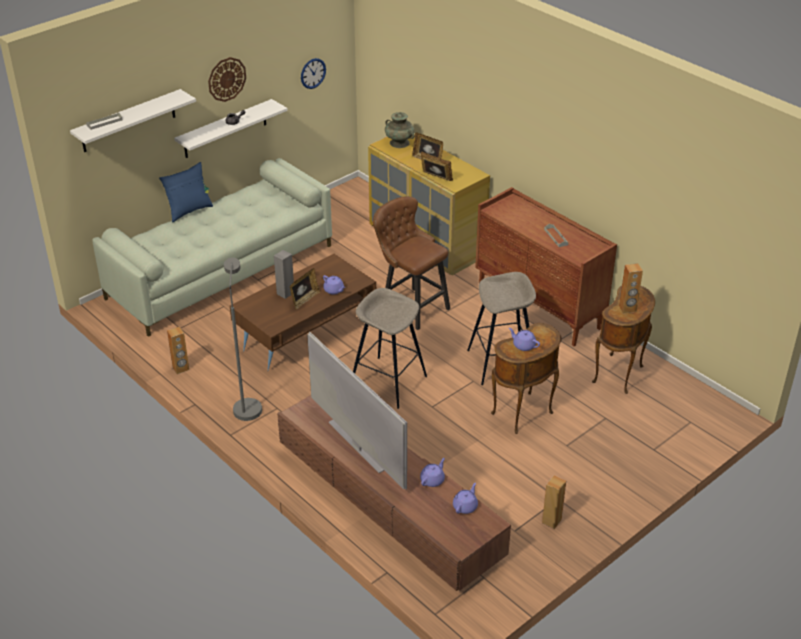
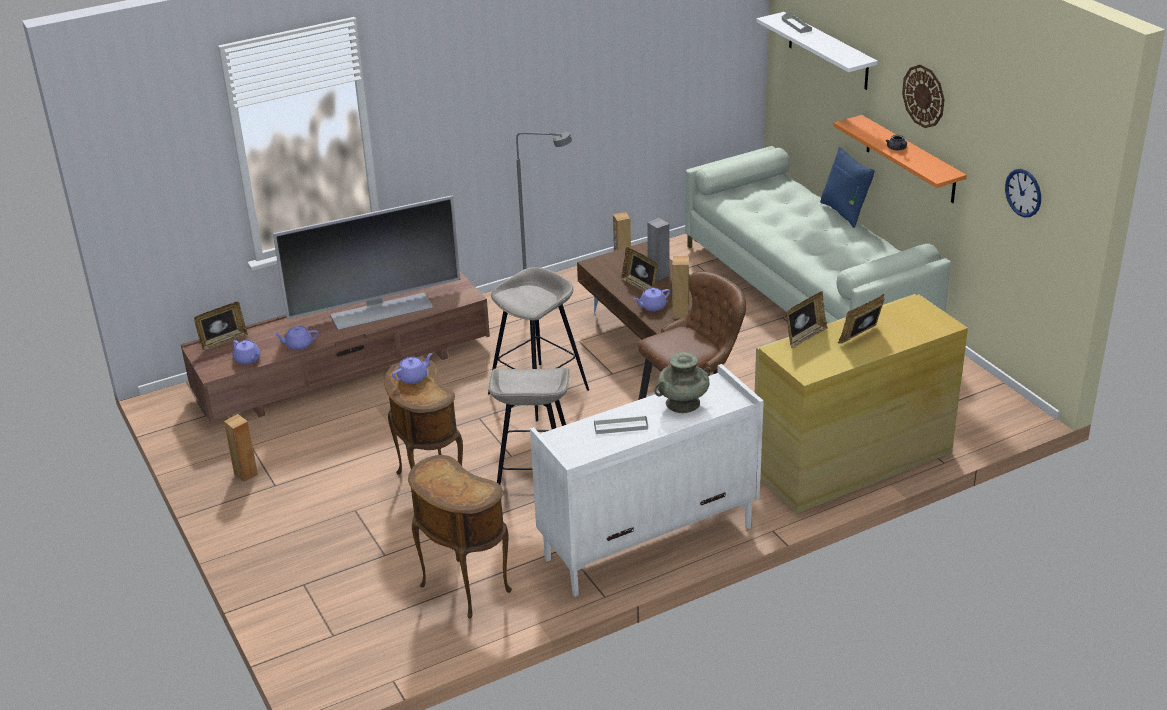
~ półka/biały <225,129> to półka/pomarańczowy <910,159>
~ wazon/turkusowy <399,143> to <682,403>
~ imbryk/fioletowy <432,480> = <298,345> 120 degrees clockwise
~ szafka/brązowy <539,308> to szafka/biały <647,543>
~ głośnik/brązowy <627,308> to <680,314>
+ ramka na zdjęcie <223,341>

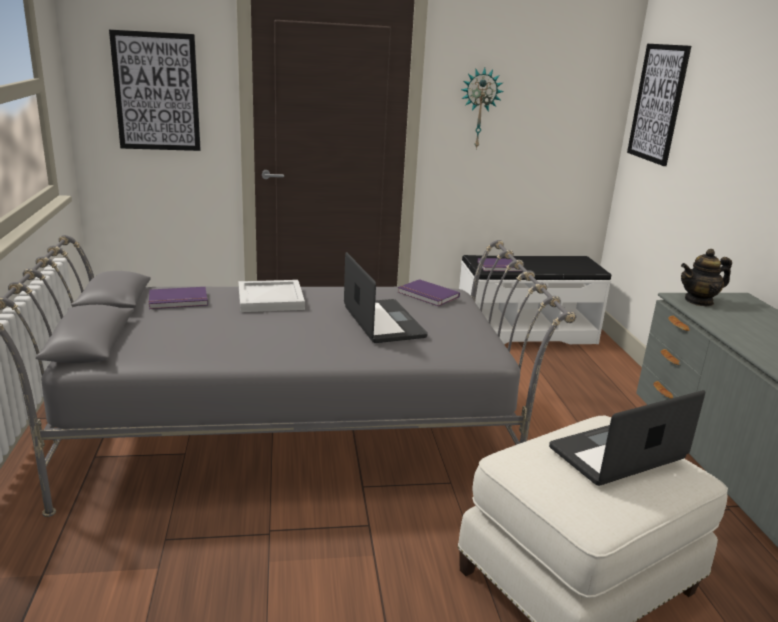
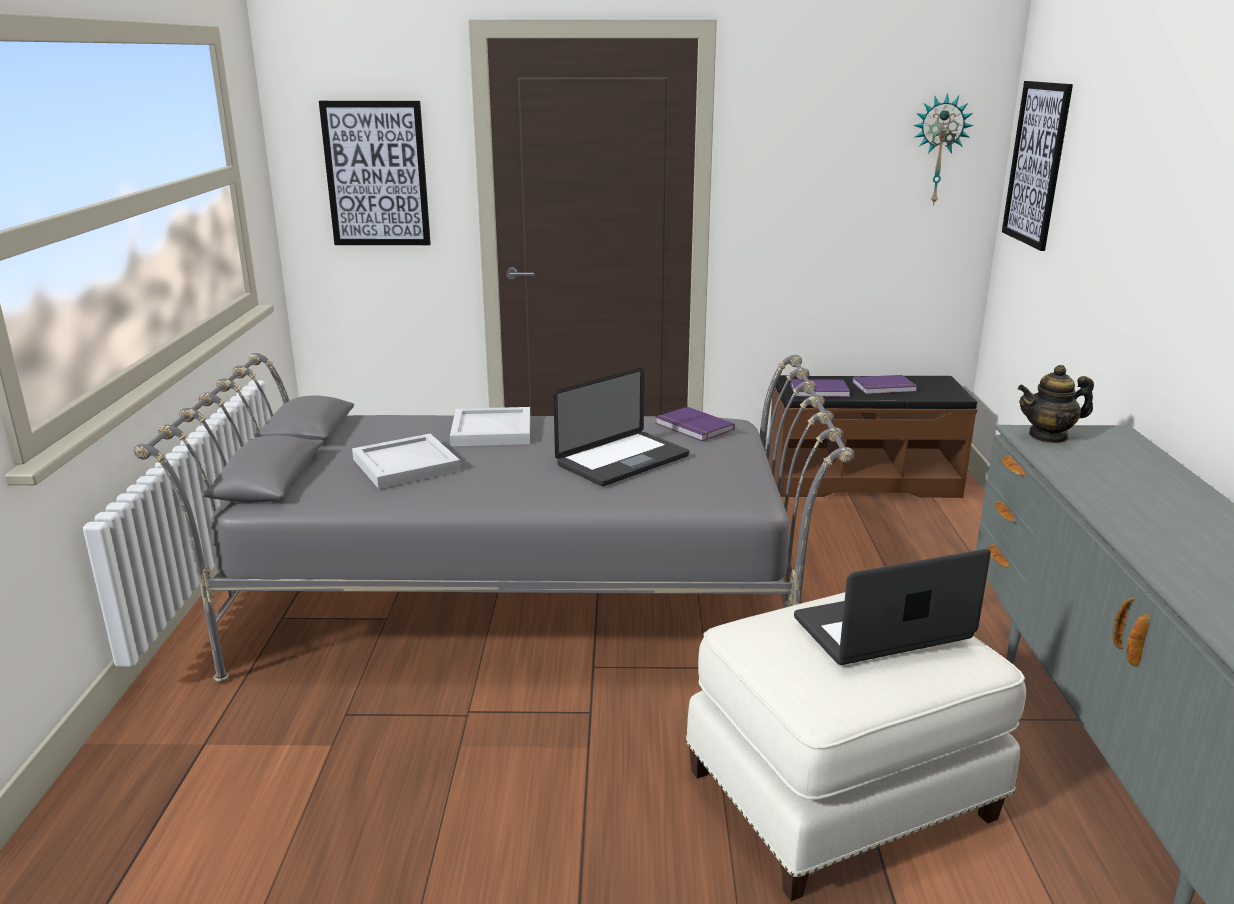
~ książka/fioletowy <178,301> to <884,387>
~ laptop <383,322> = <623,460> 60 degrees clockwise
~ ławka/biały <525,332> to ławka/brązowy <861,480>
~ zegar ścienny <479,108> to <938,150>
+ taca/biały <407,464>

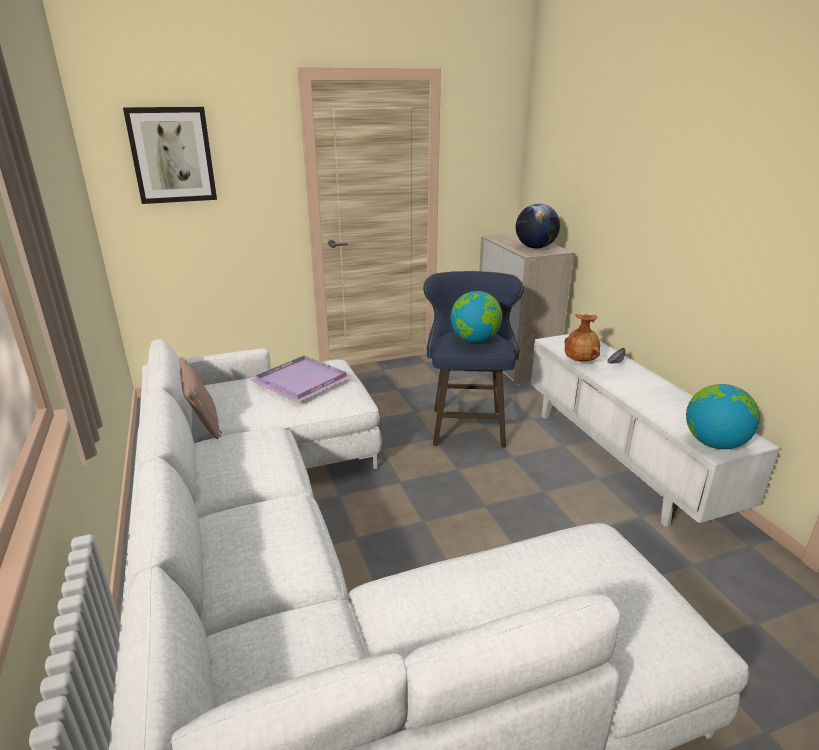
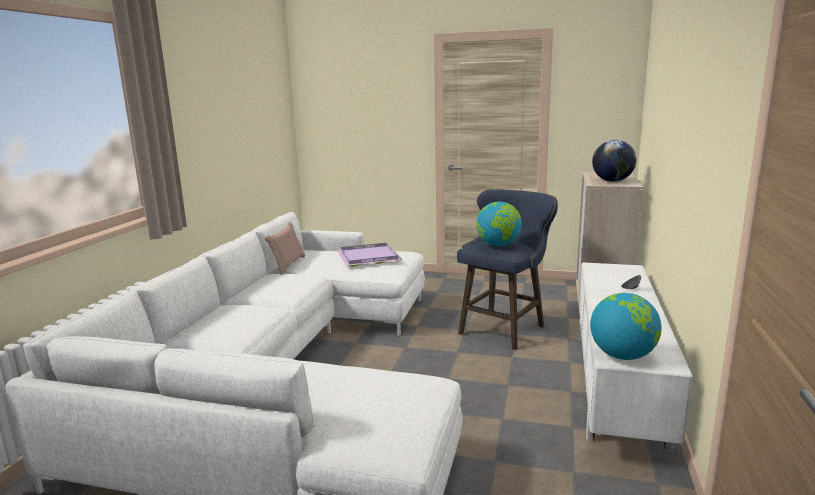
- obraz <172,155>
- wazon/brązowy <580,361>

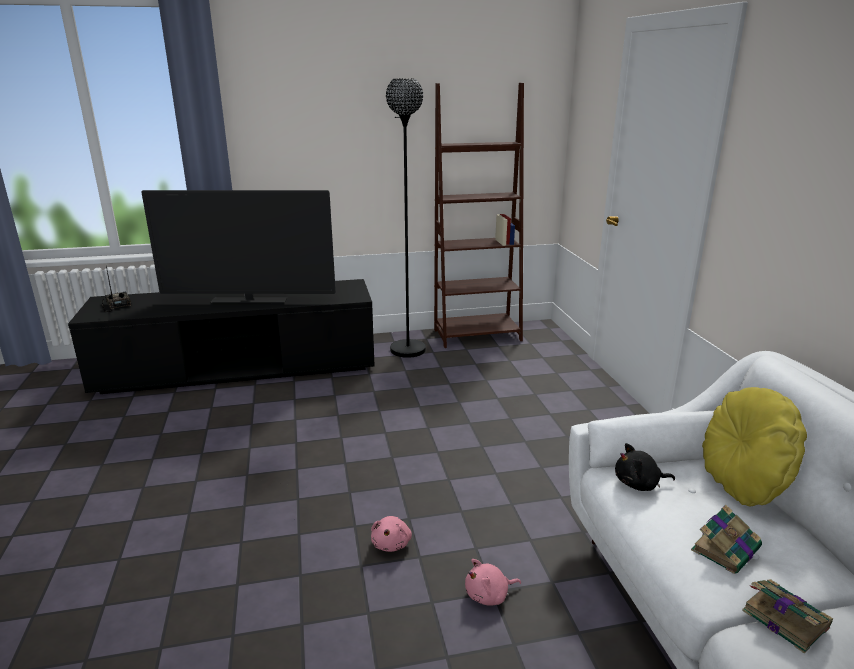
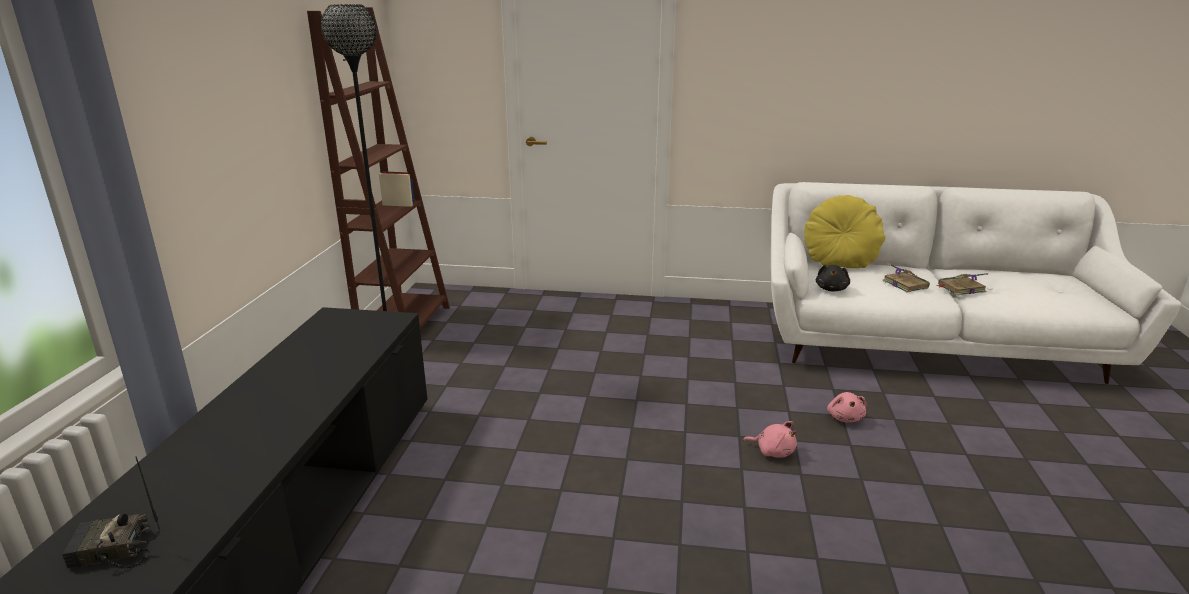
- telewizor <249,301>

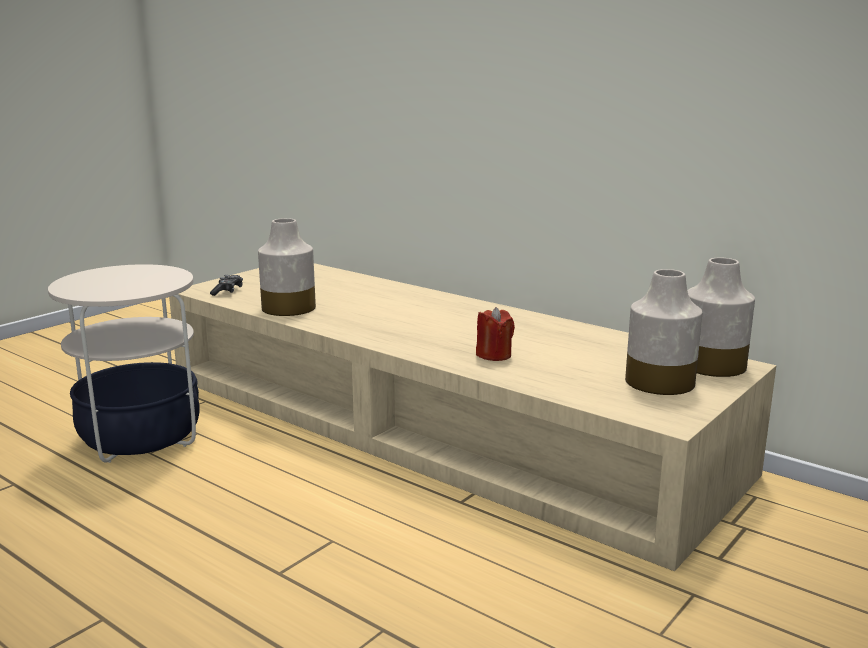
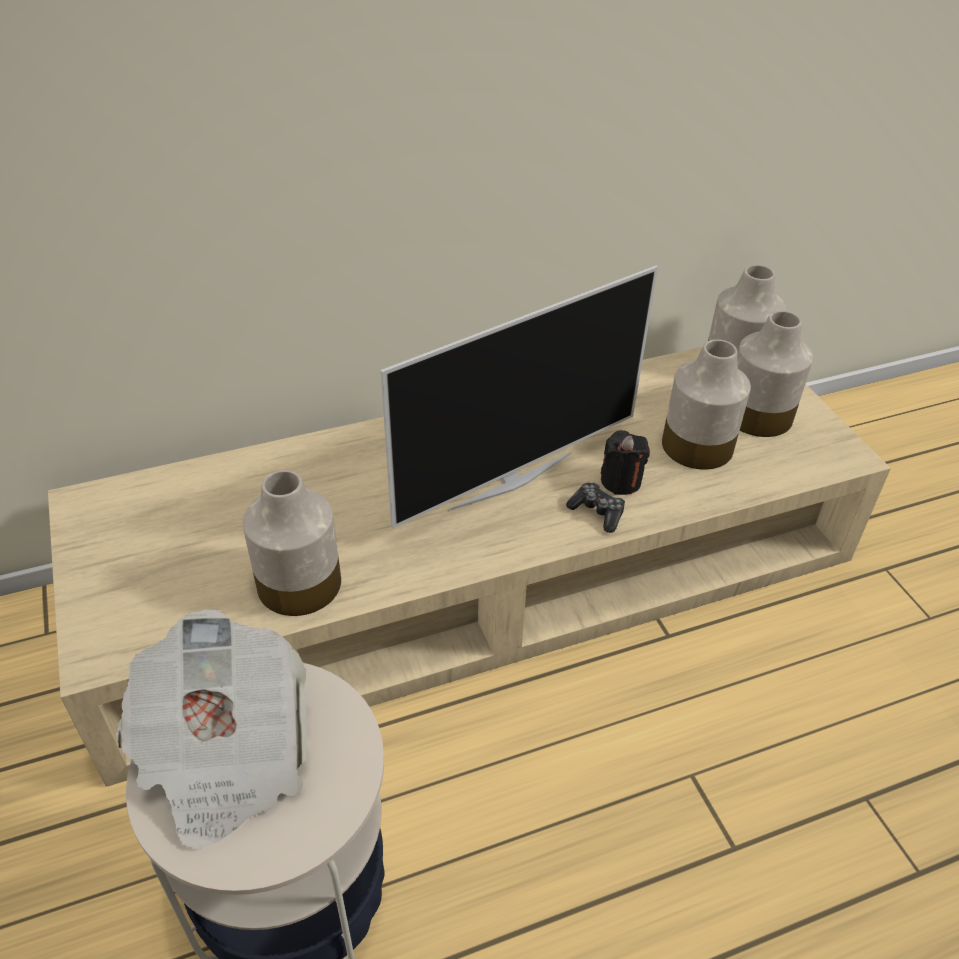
~ pad do gier <228,291> to <597,512>
~ świeca/czerwony <494,355> to świeca/czarny <621,481>
+ gazeta <224,755>
+ telewizor <511,479>
+ wazon/beżowy <698,445>

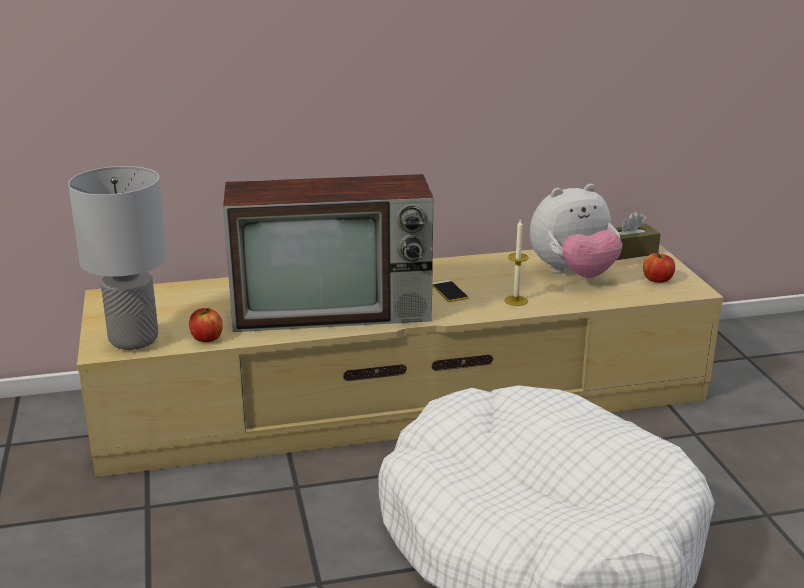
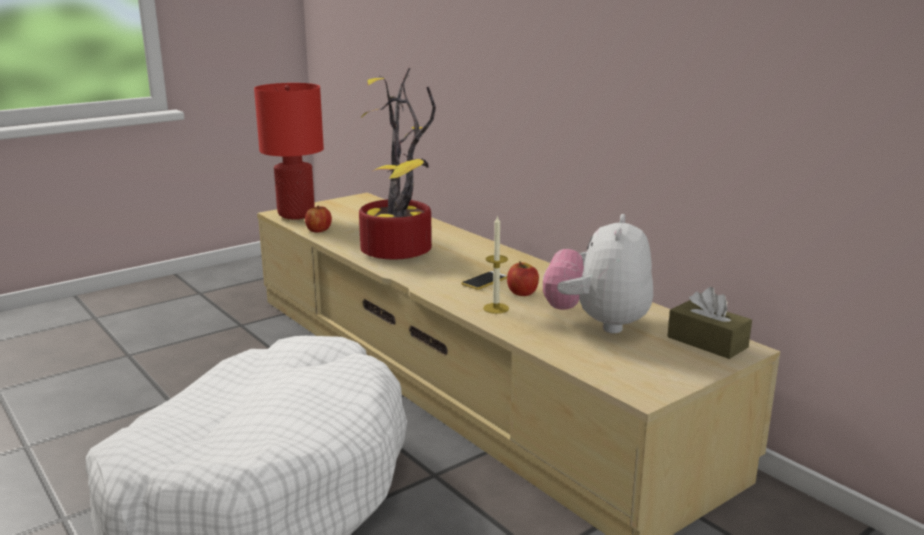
~ lampa stołowa/szary <133,343> to lampa stołowa/czerwony <296,217>
~ telewizor <335,310> to roślina doniczkowa <402,253>
~ pluszak <573,274> = <598,323> 60 degrees clockwise
~ jabłko <657,280> to <522,293>

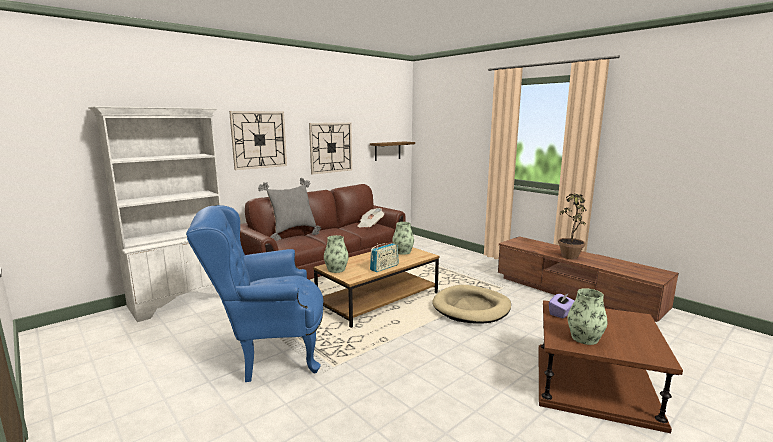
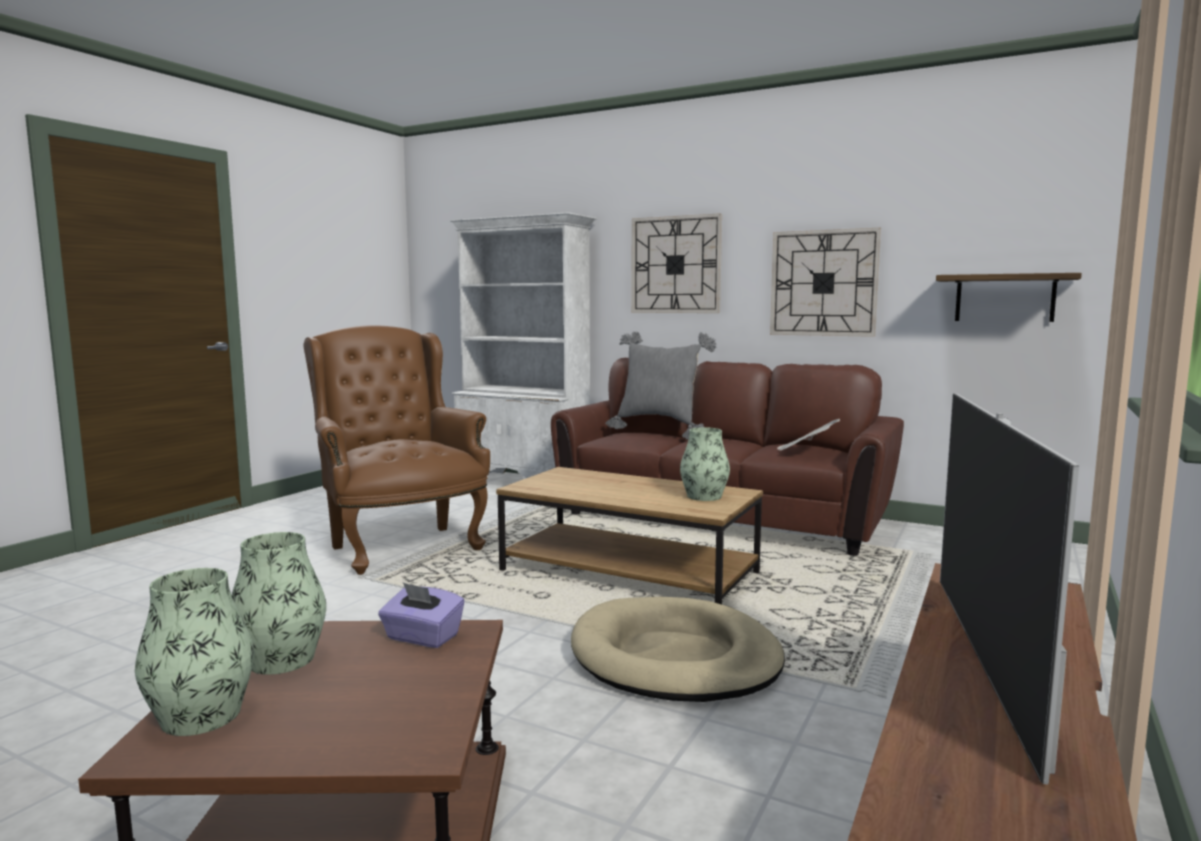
~ fotel/niebieski <269,355> to fotel/brązowy <400,545>
~ wazon <336,269> to <201,716>
- radio <384,267>
~ roślina doniczkowa <569,255> to telewizor <983,659>

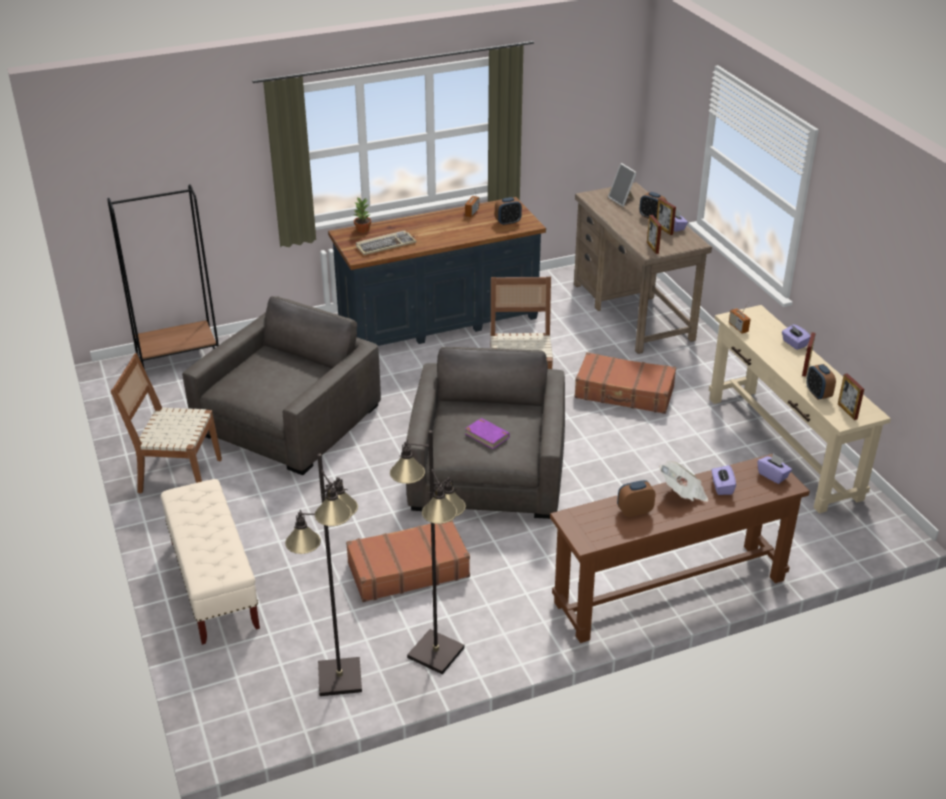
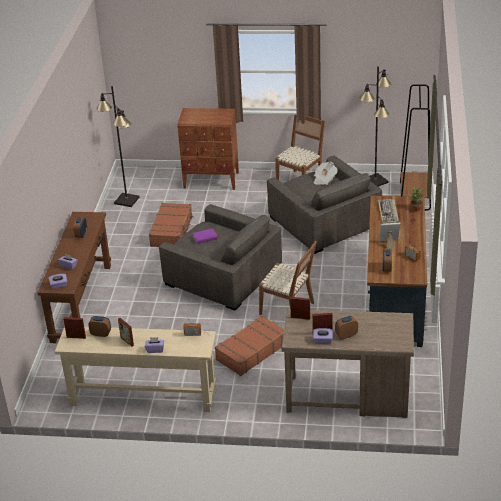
~ ławka/beżowy <214,584> to komoda/brązowy <211,181>
~ lampa stojąca/czarny <435,652> to <375,181>
~ ramka na zdjęcie <622,200> to <389,243>
~ gazeta <683,493> to <324,179>

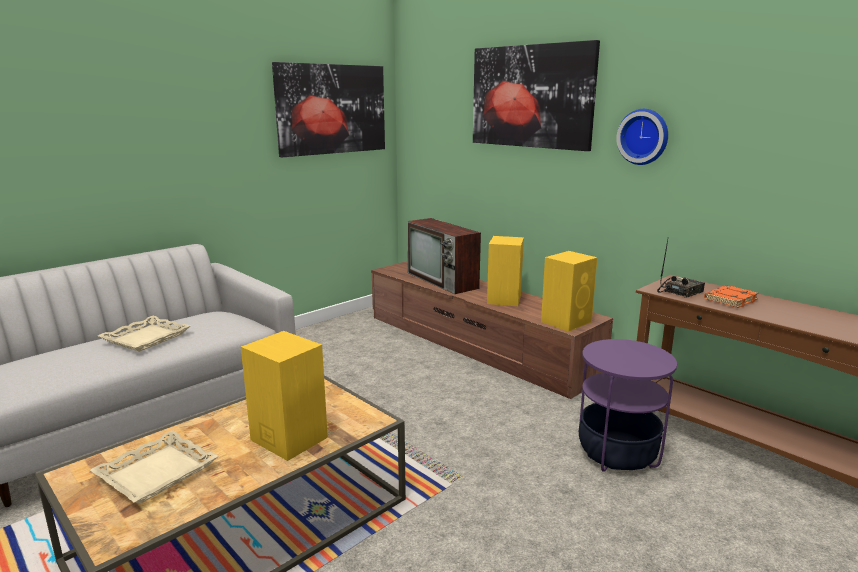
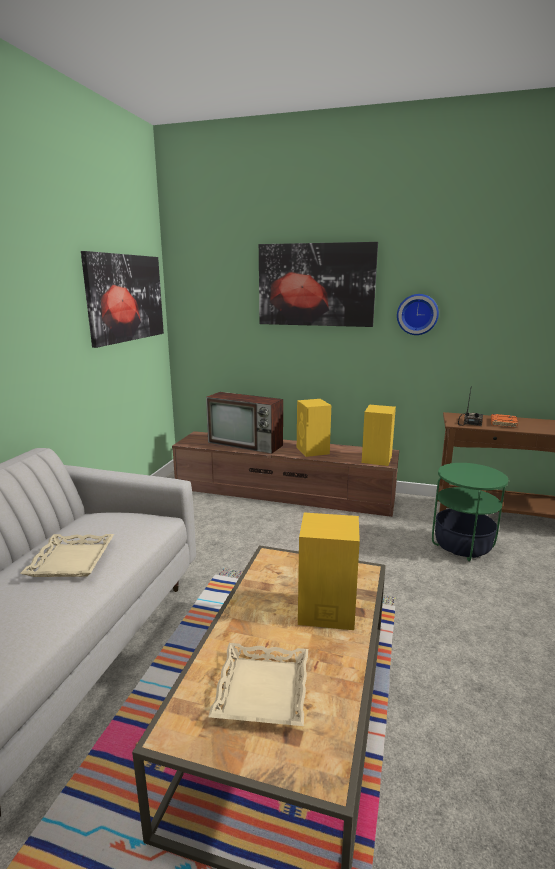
~ stolik/fioletowy <617,455> to stolik/zielony <462,547>

